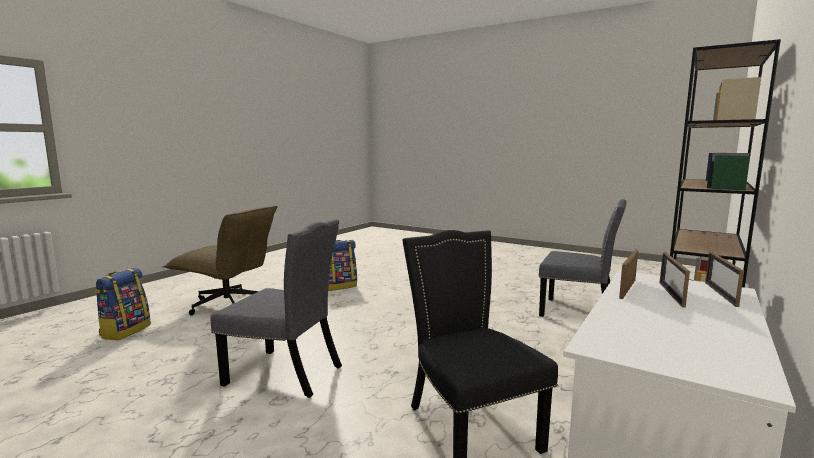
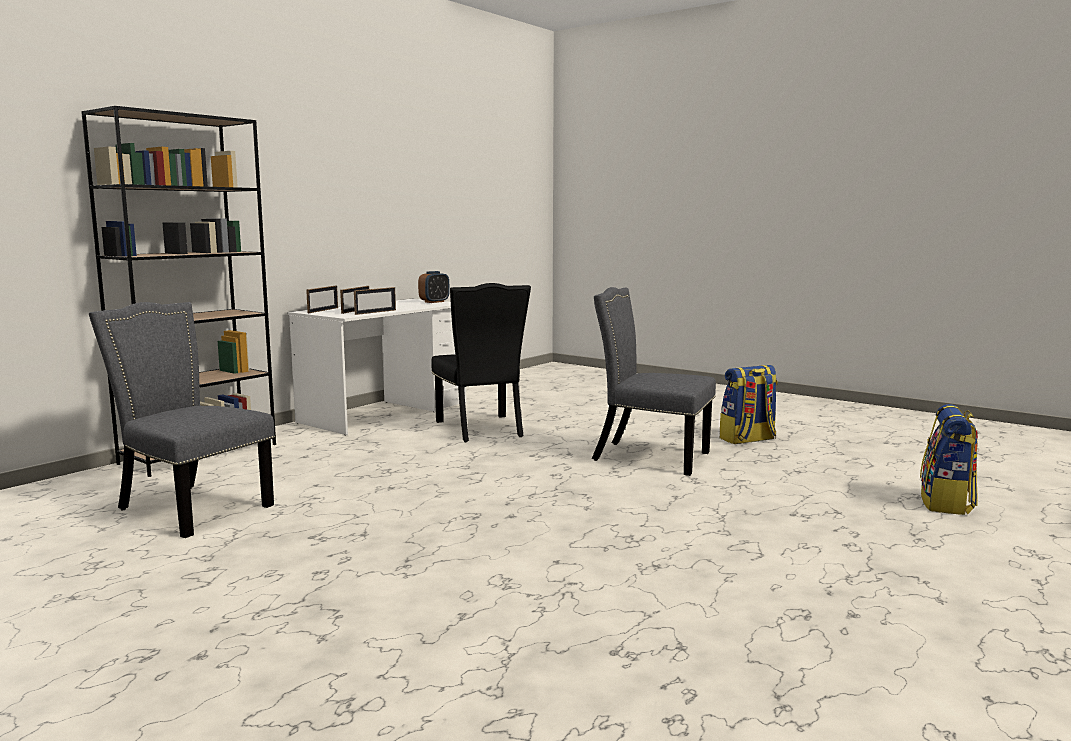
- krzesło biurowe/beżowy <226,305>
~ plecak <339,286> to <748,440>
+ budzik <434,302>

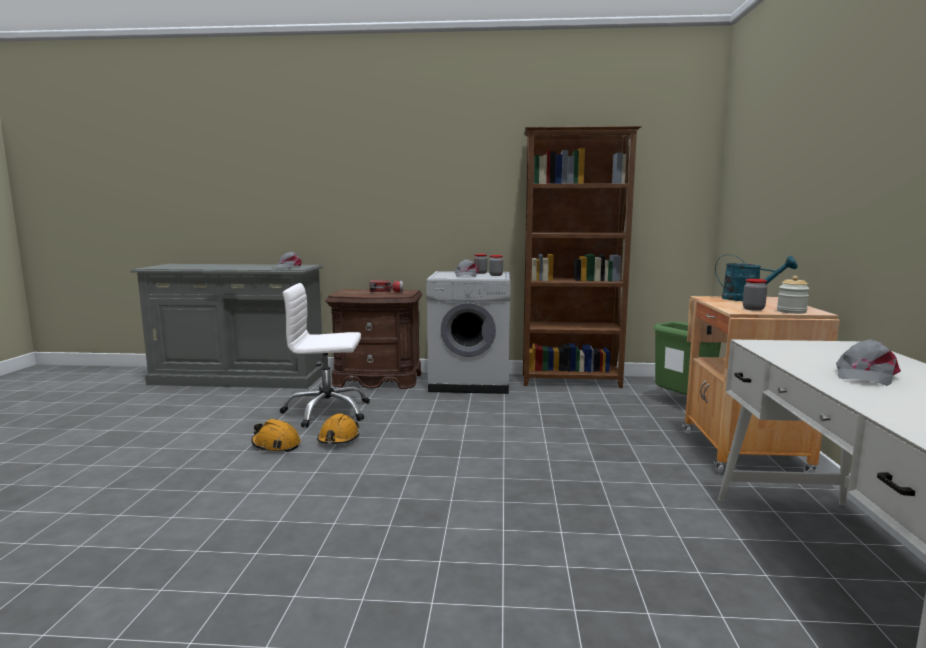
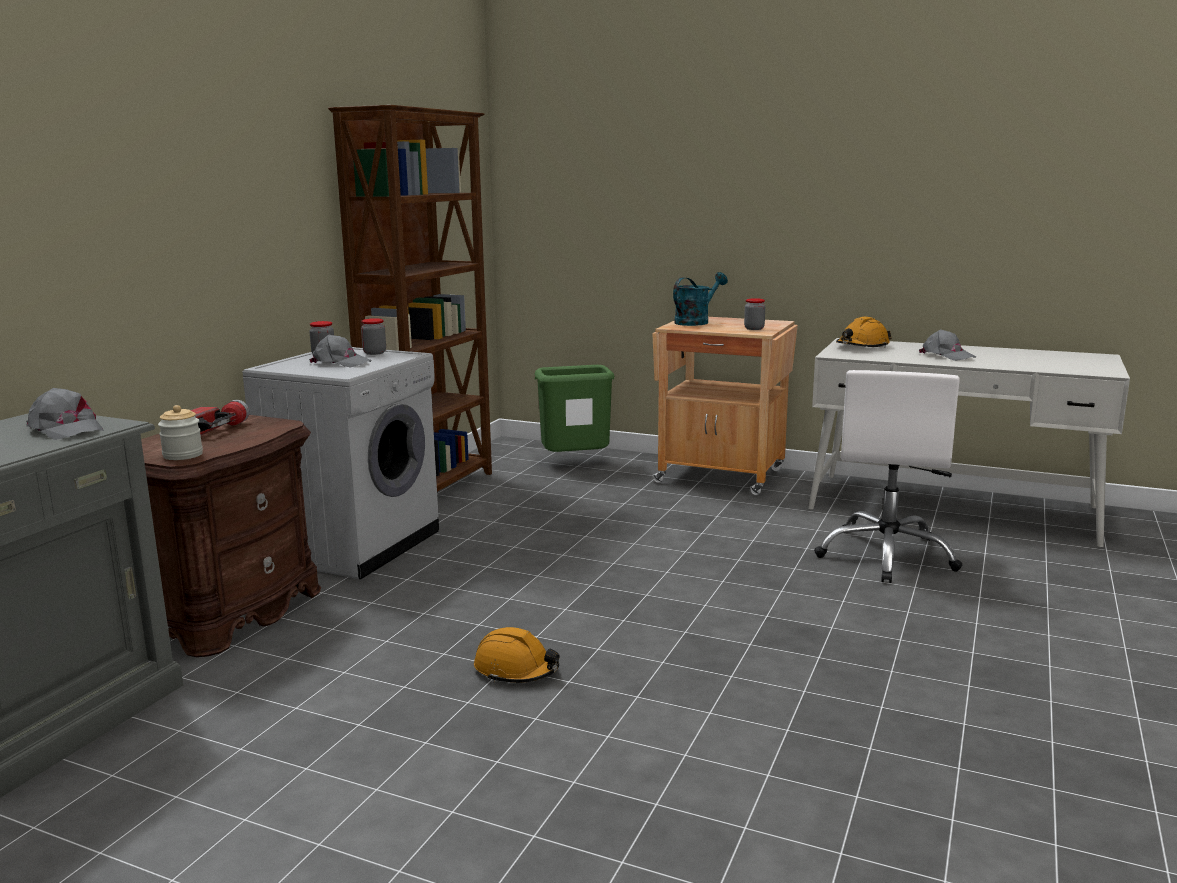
~ kask/pomarańczowy <276,445> to <862,347>
~ krzesło biurowe/biały <327,412> to <887,555>
~ słoik <791,311> to <183,455>

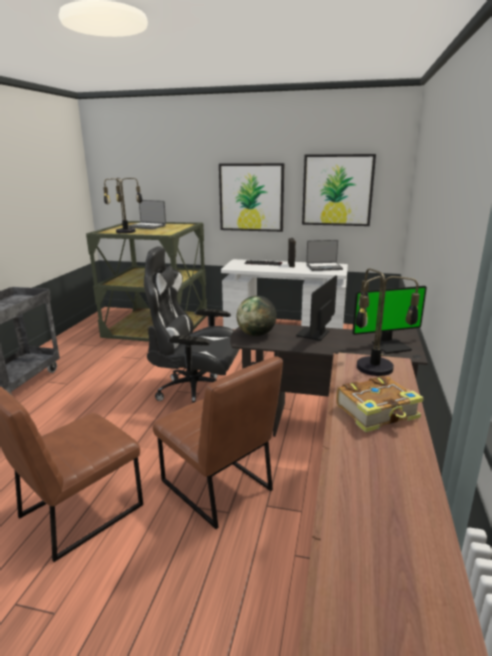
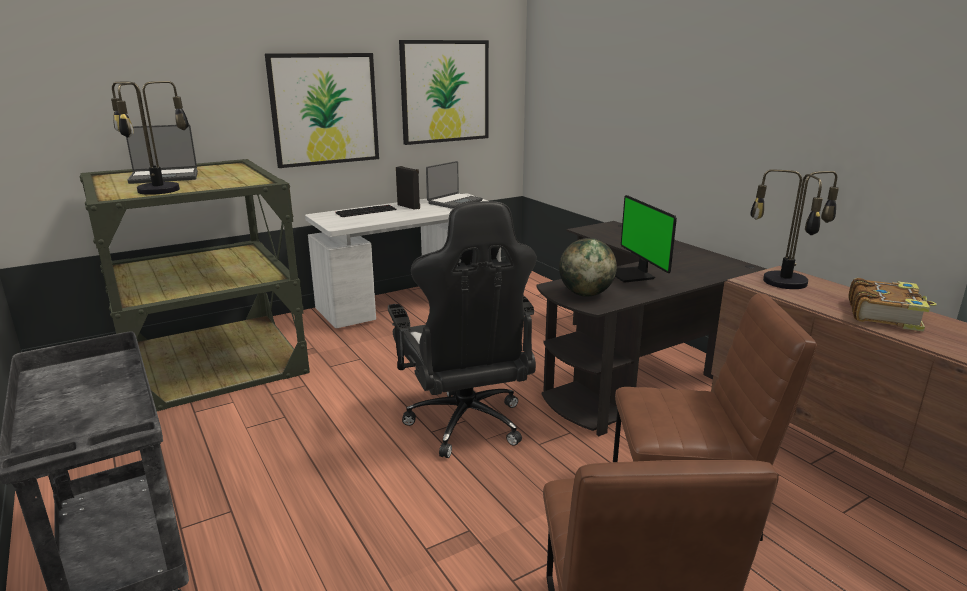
~ krzesło biurowe/czarny <199,392> = <463,419> 75 degrees counterclockwise
- monitor <390,346>

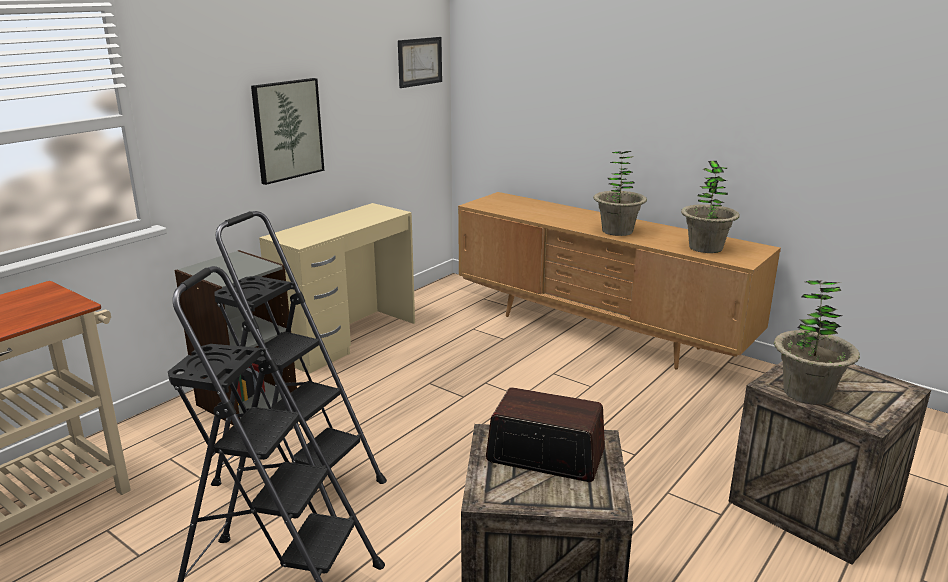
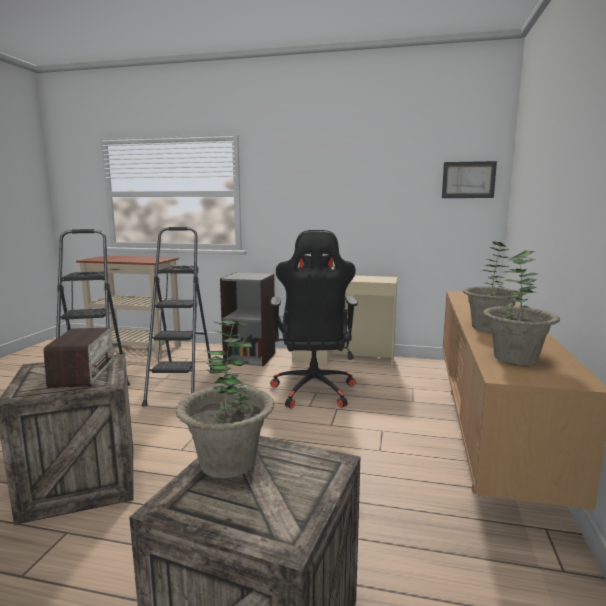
- obraz <287,130>
+ krzesło biurowe/czarny <313,388>

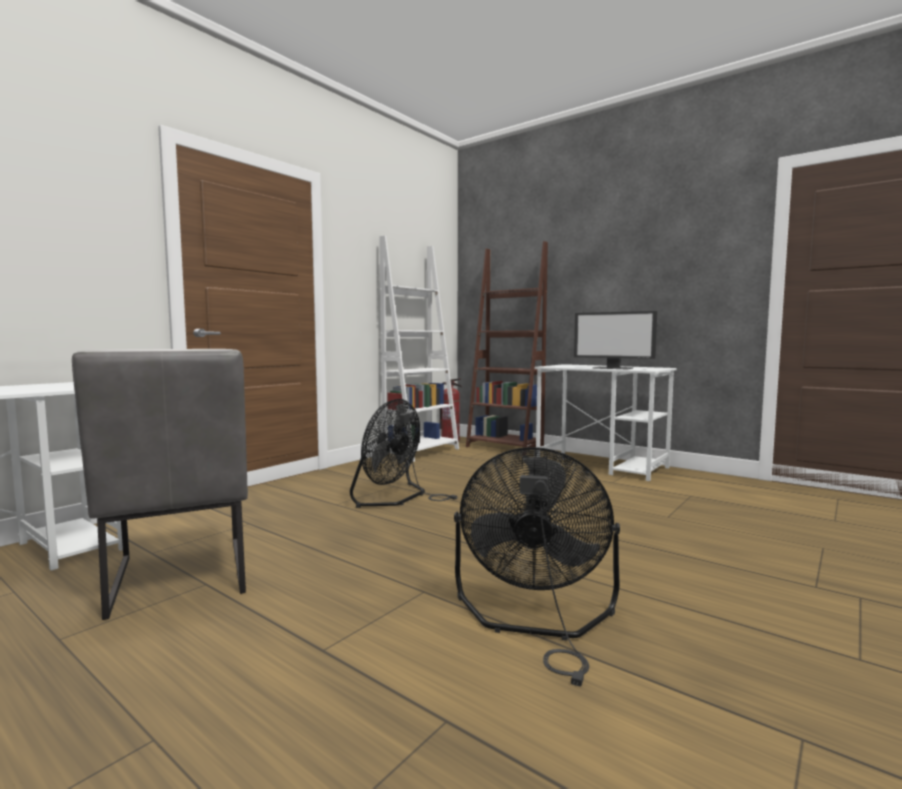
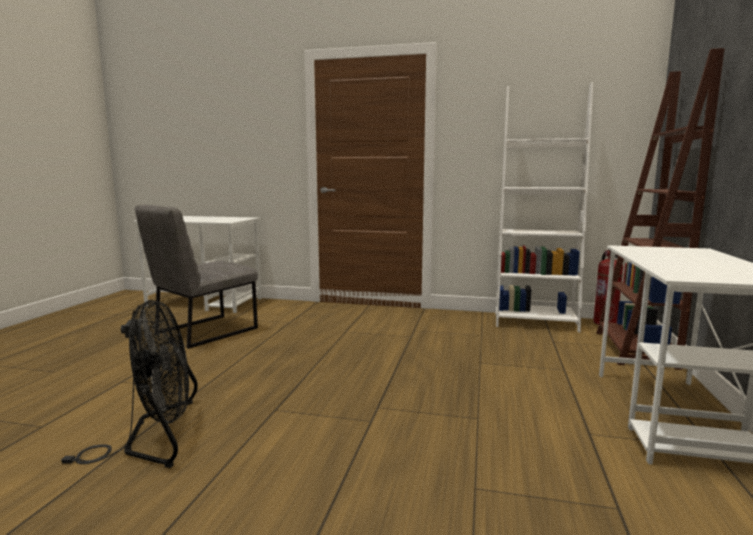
- wentylator/czarny <402,497>
- monitor <613,368>

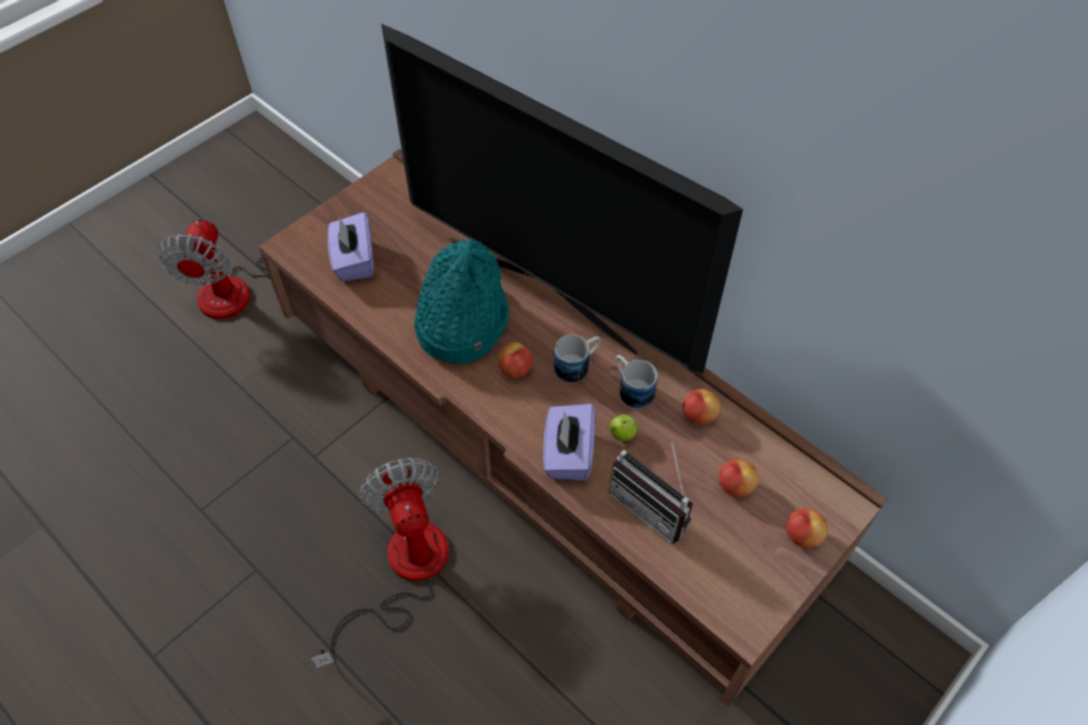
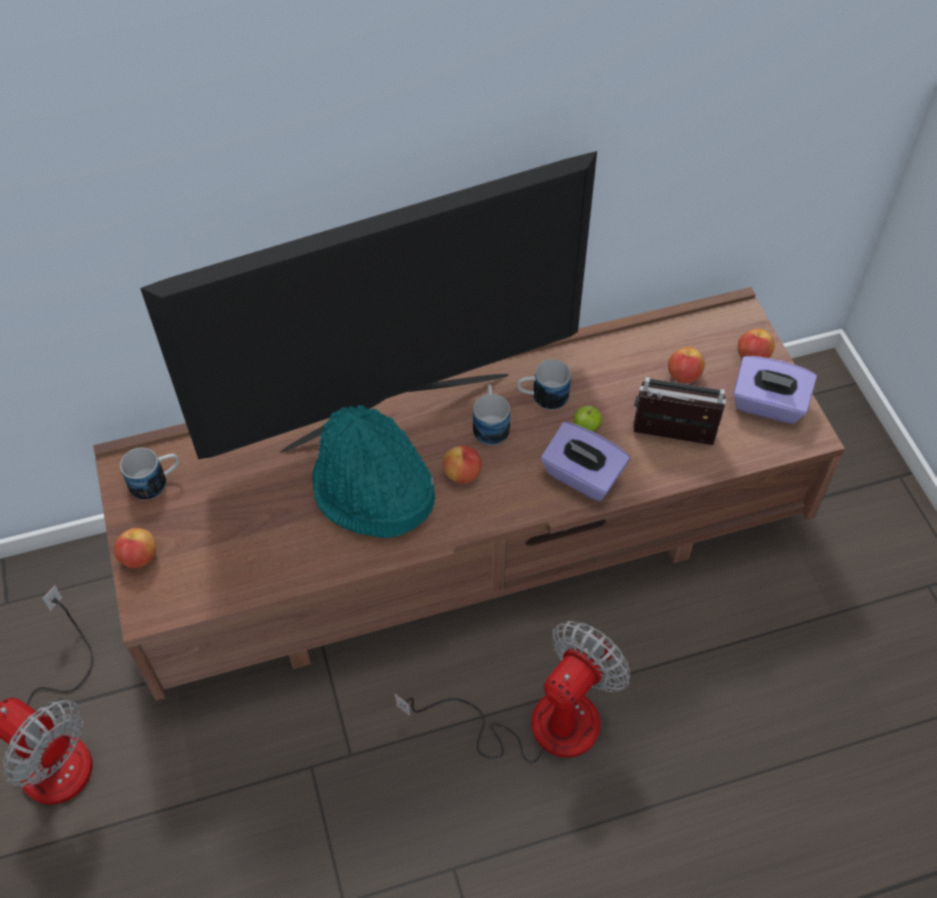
~ wentylator <403,571> = <538,723> 120 degrees clockwise
~ pudełko chusteczek/fioletowy <354,261> to <768,405>
~ radio <654,507> = <671,440> 150 degrees counterclockwise
~ jabłko <698,415> to <139,557>
+ kubek <156,481>

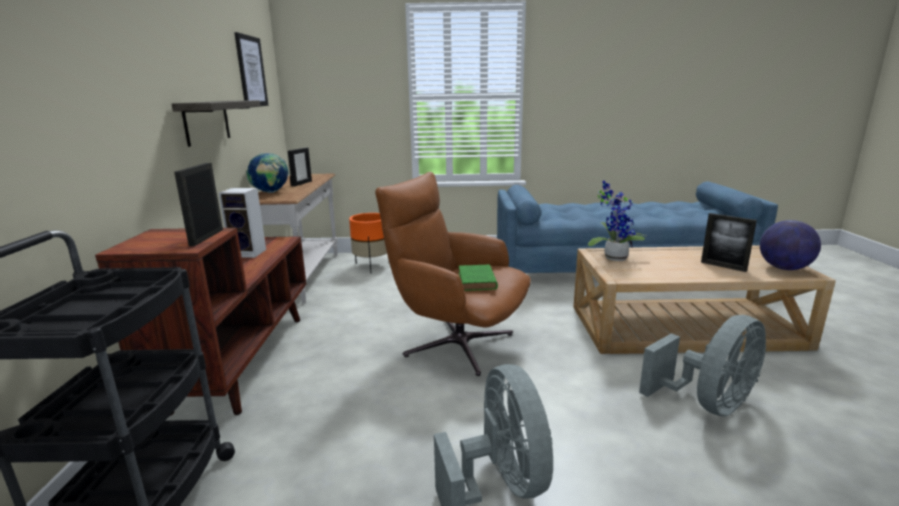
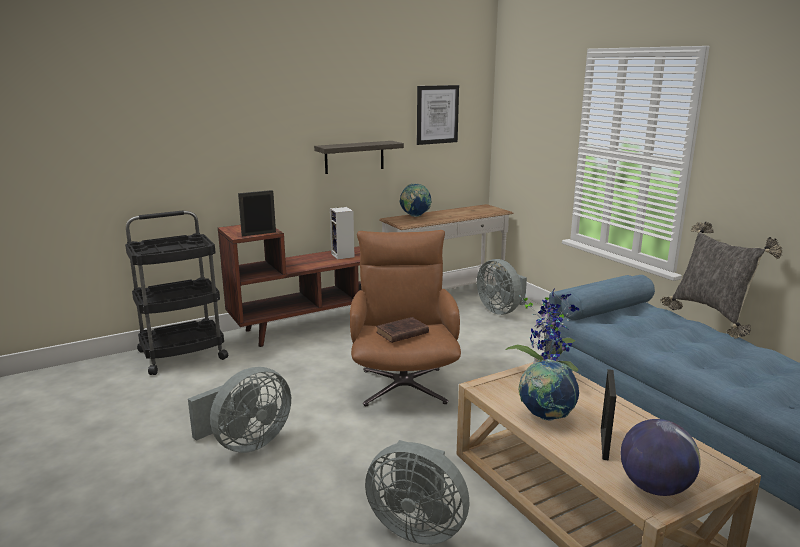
- ramka na zdjęcie <301,183>
~ donica/pomarańczowy <372,266> to wentylator/szary <501,310>
~ książka/zielony <477,281> to książka/brązowy <401,333>
+ globus <546,416>
+ poduszka <711,321>

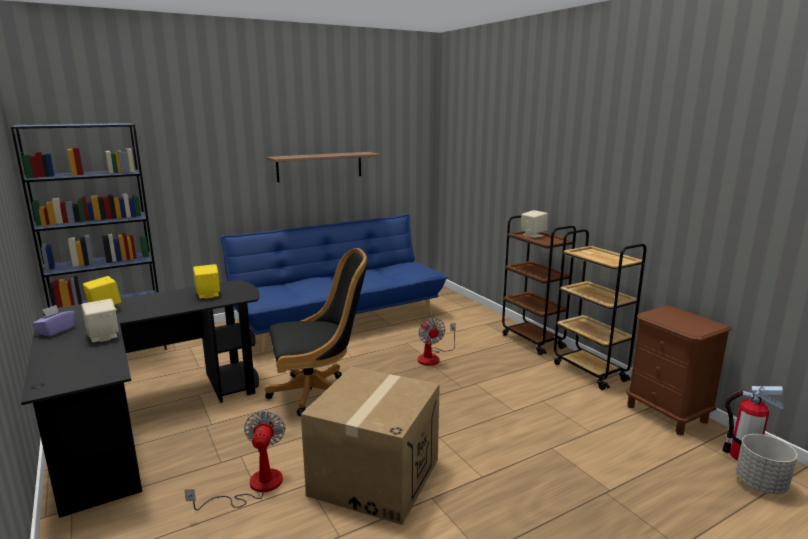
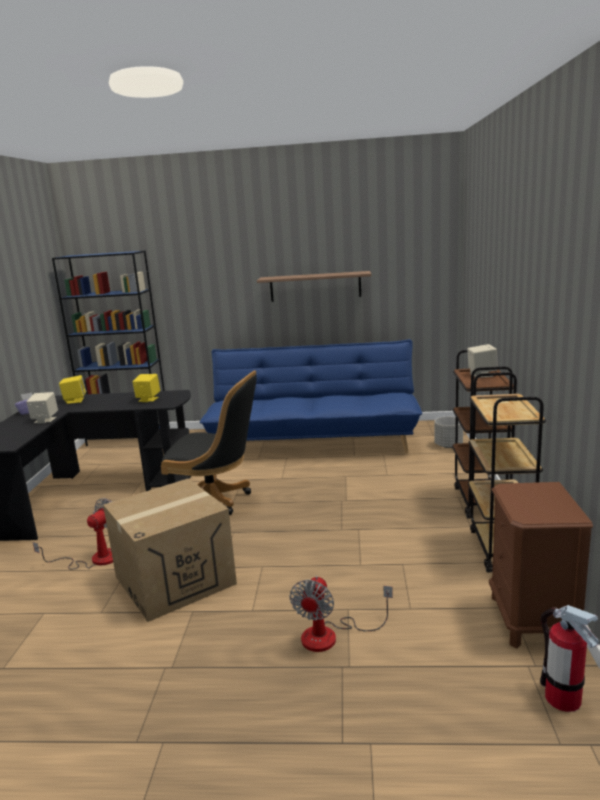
~ wentylator <433,357> to <331,635>
~ donica/szary <760,484> to <448,445>

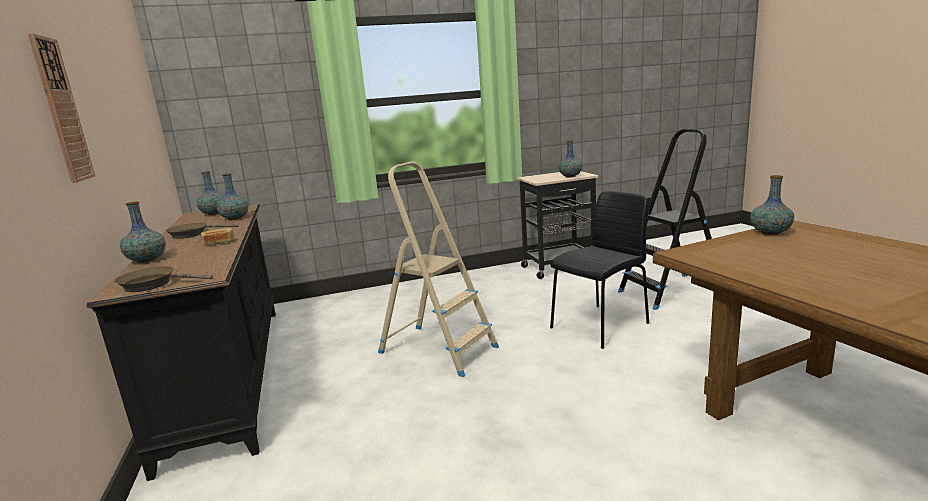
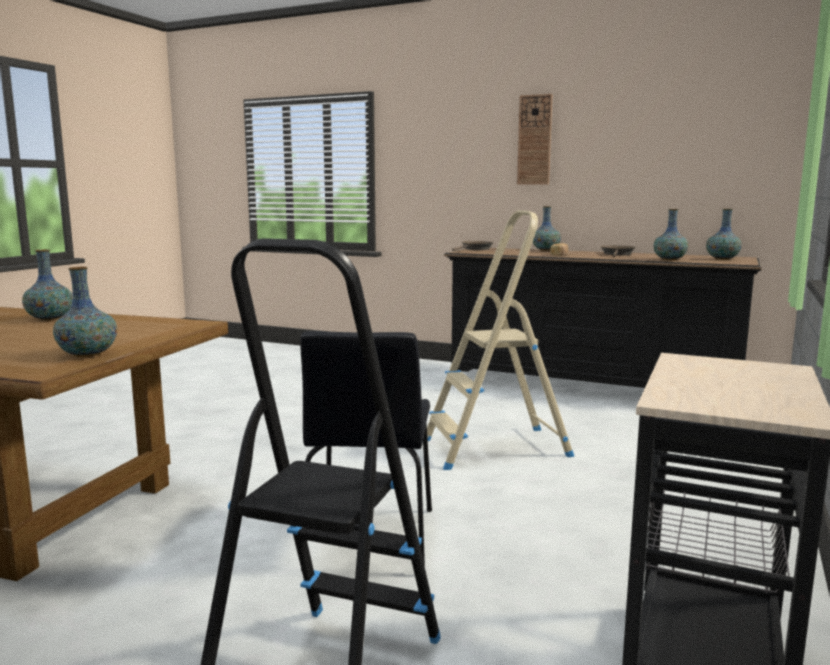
~ wazon <570,176> to <50,319>

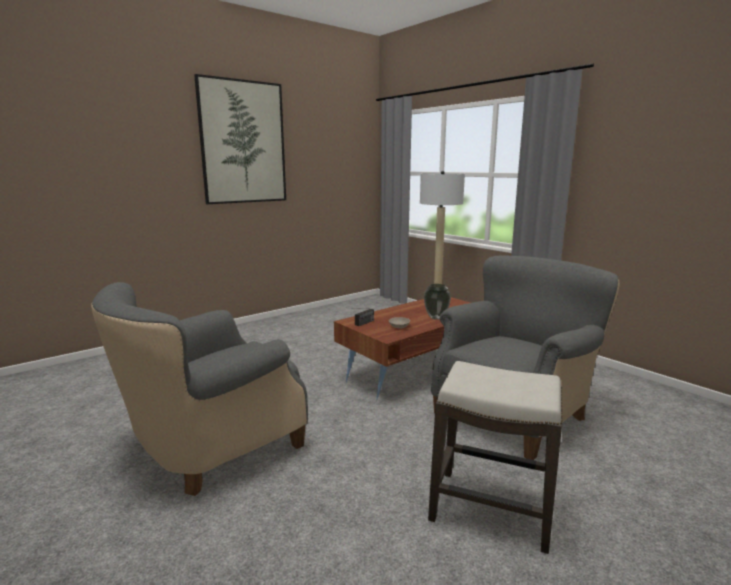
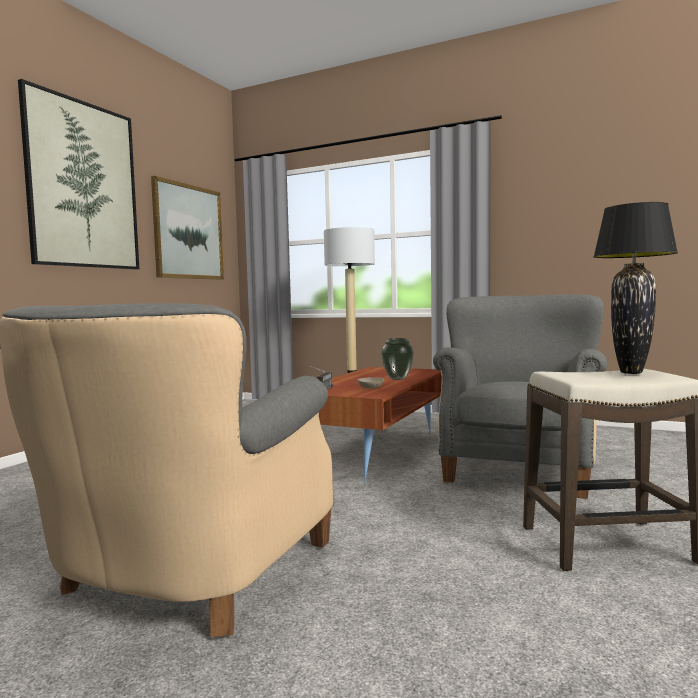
+ obraz <188,232>
+ lampa stołowa/czarny <630,372>

